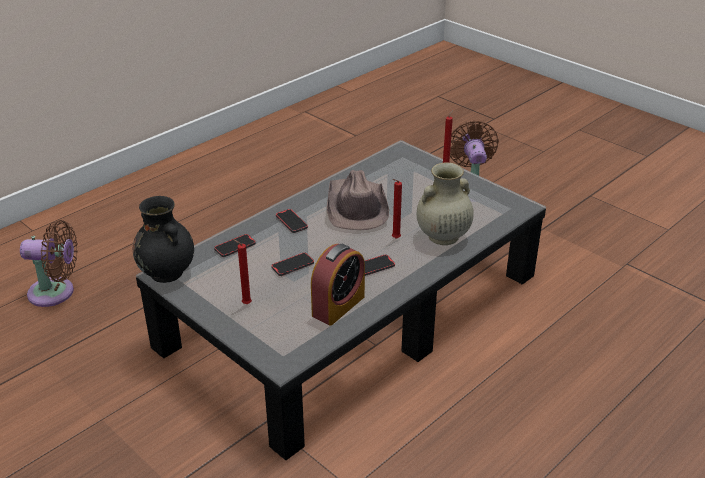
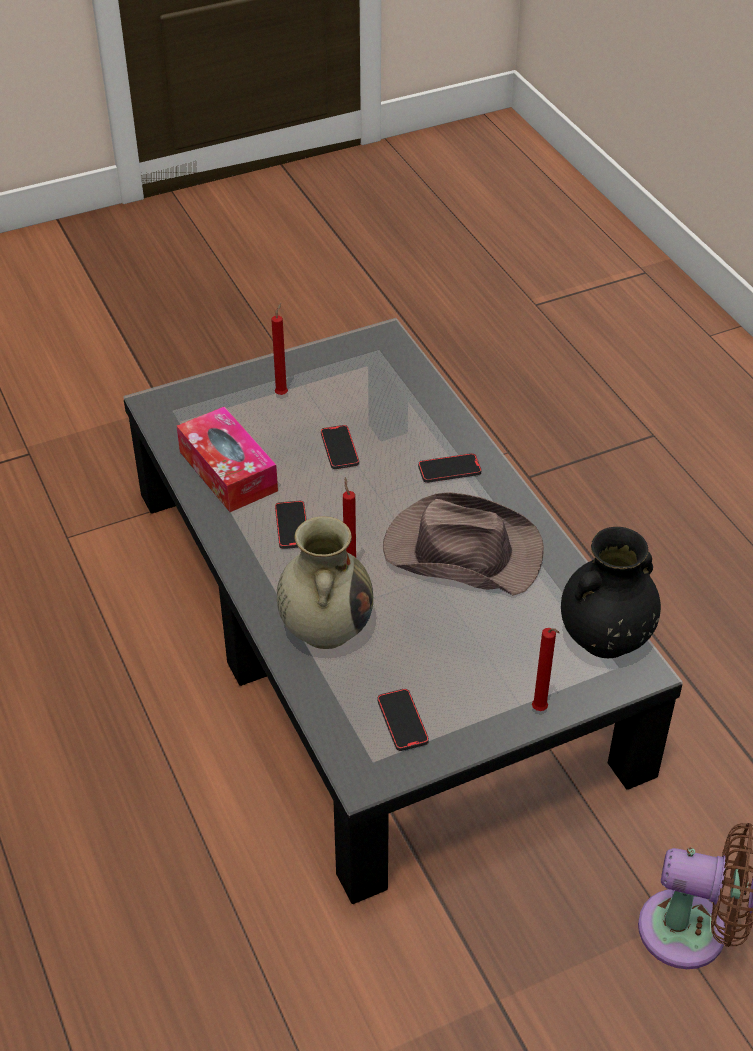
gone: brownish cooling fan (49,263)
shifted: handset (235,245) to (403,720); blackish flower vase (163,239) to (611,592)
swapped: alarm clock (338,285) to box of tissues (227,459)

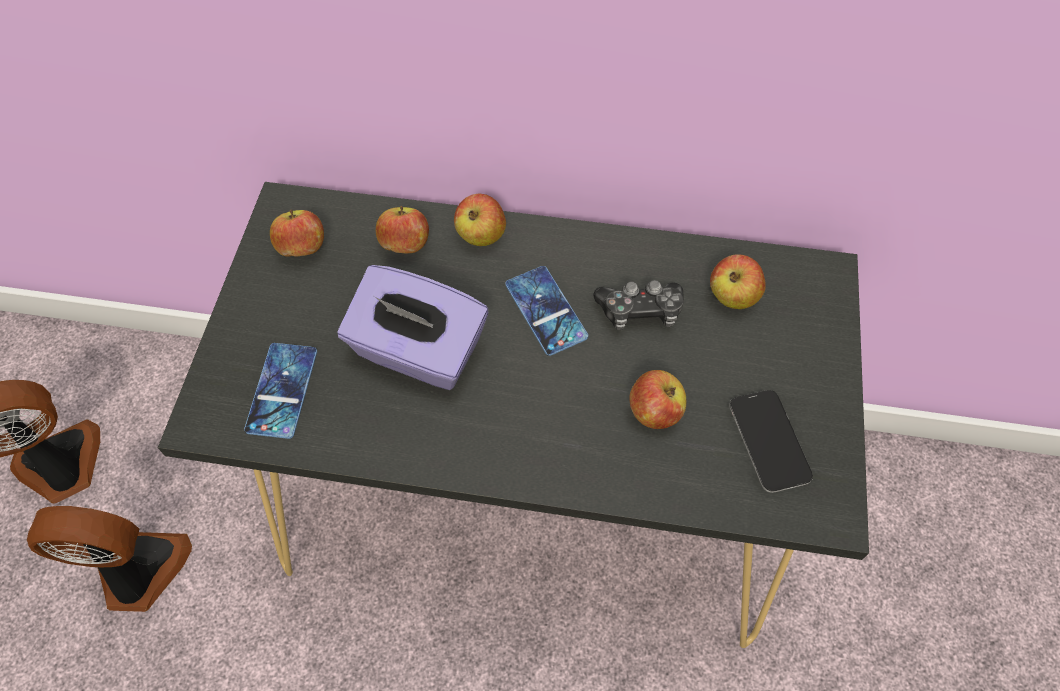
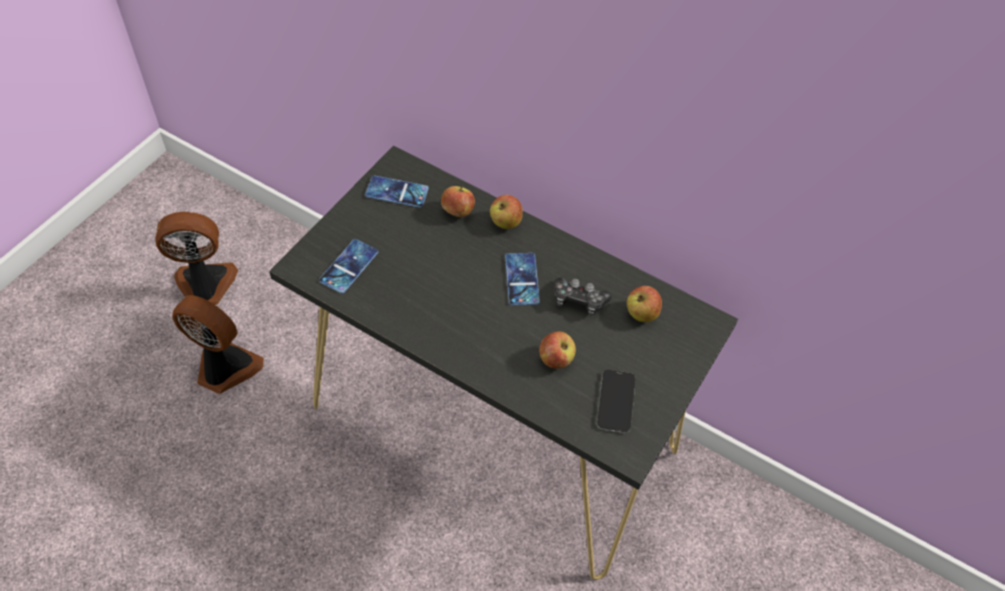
gone: purplish box of tissues (412,327)
swapped: apple fruit (297,233) to handset (397,191)

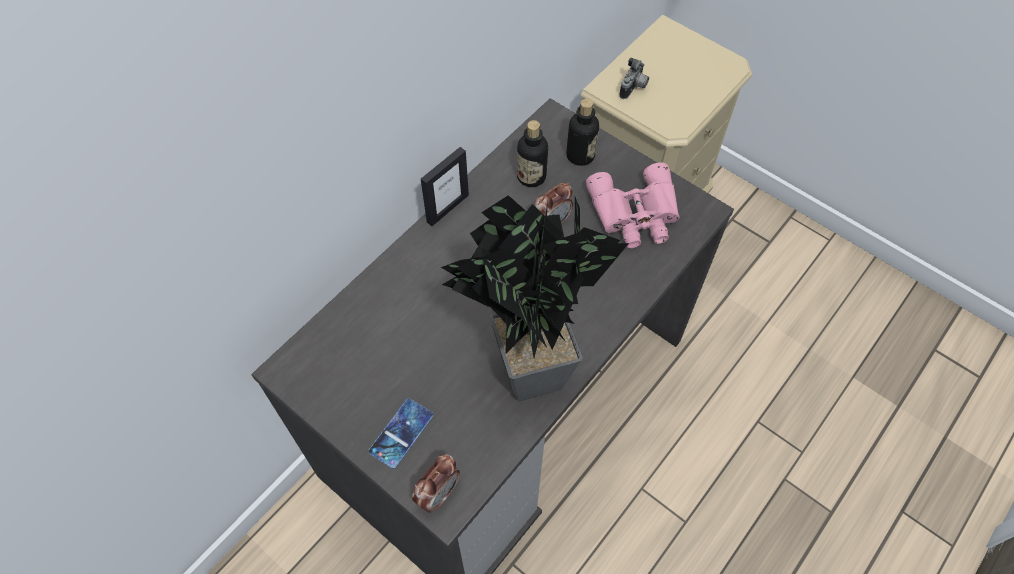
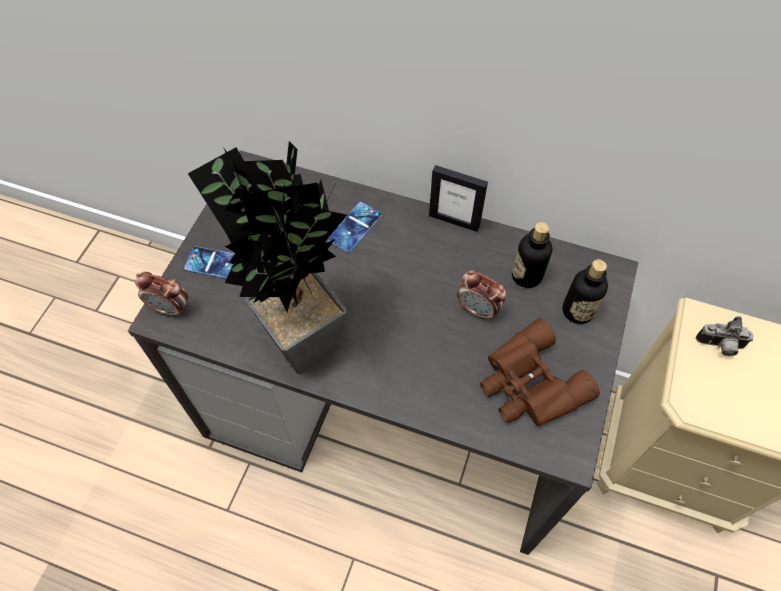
new: handset (354,227)
repainted: pink field glasses (632,205) to brownish field glasses (540,372)

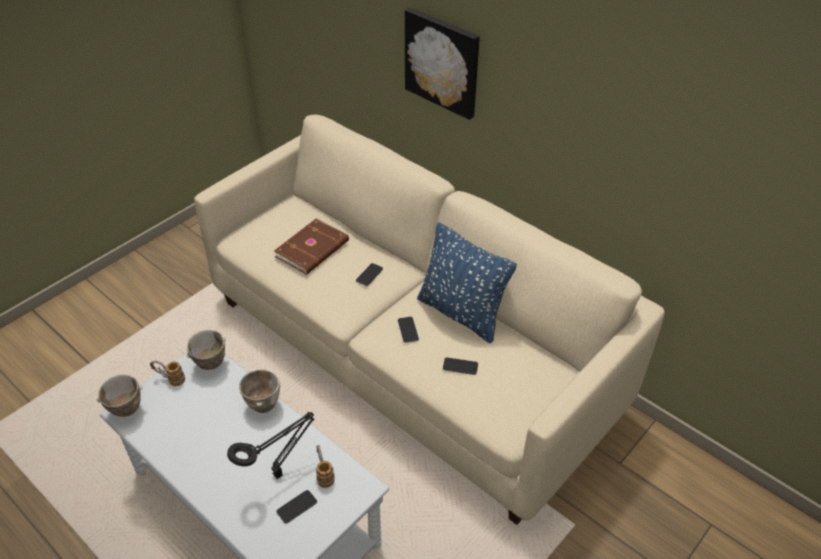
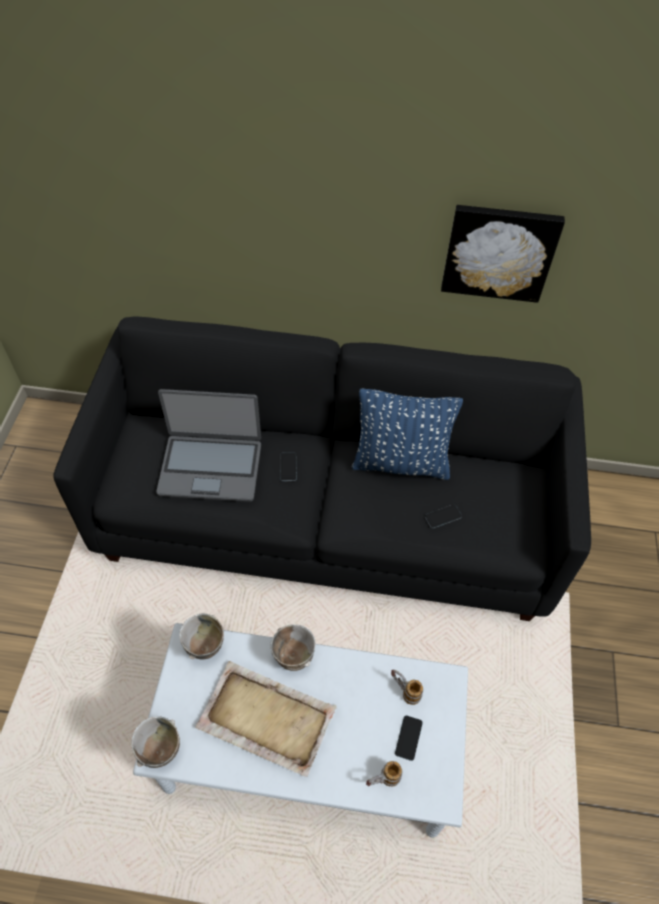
gone: blackish lamp for a table (270,445); handset (408,330)
new: beige carrying tray (266,719)
shifted: tea mug (167,373) to (384,774); wall art (442,64) to (503,254)
swapped: brownish bound book (311,247) to portable computer (208,445)
repainted: beige sofa (429,319) to blackish sofa (322,468)

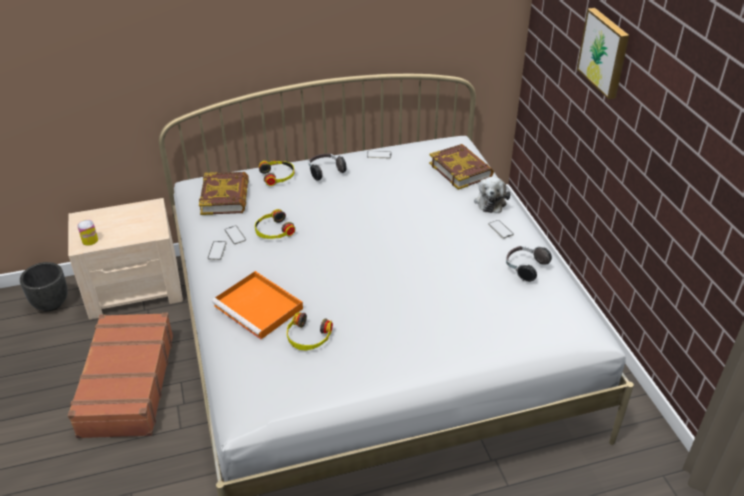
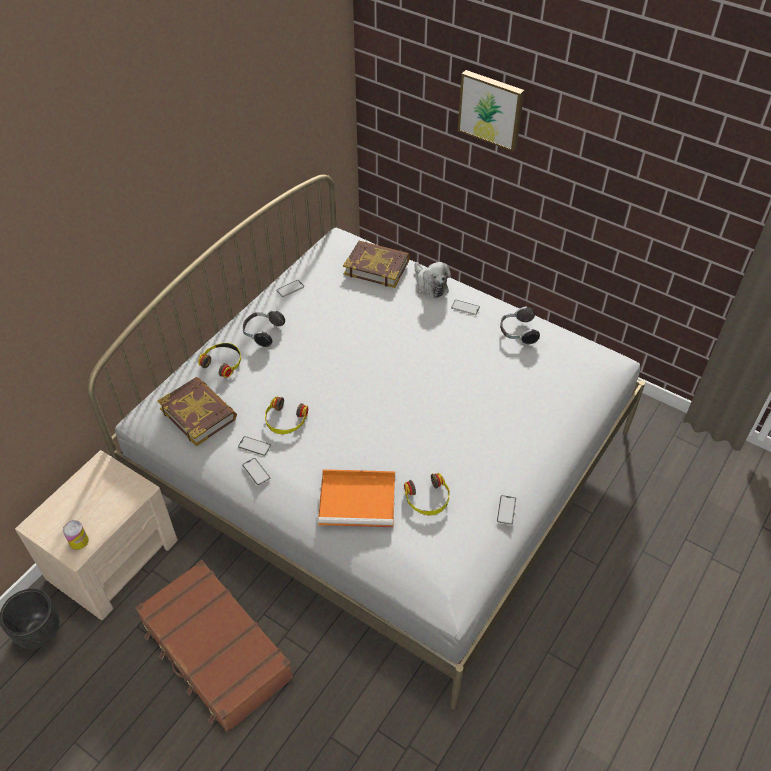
new: handset (506,510)

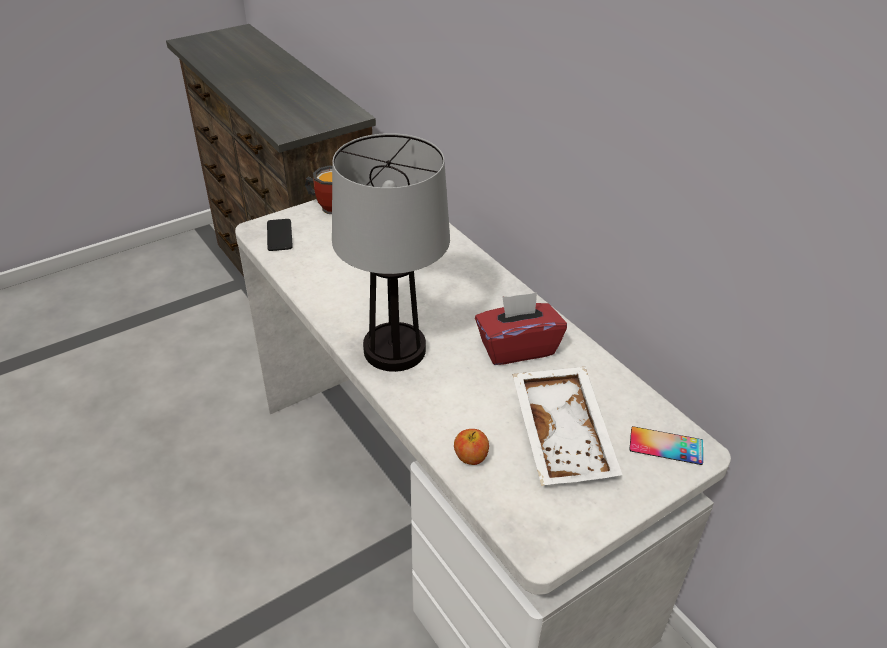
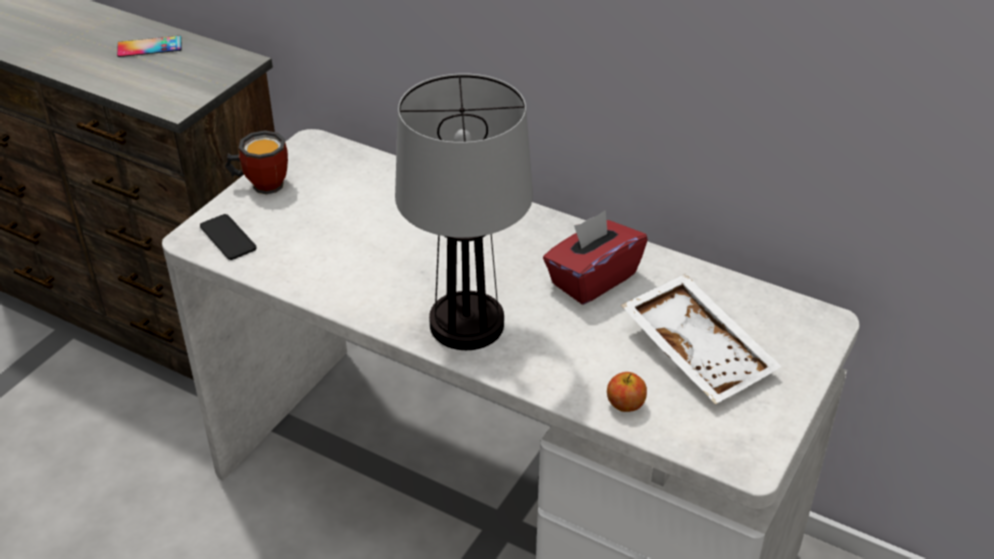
shifted: handset (666,445) to (149,46)

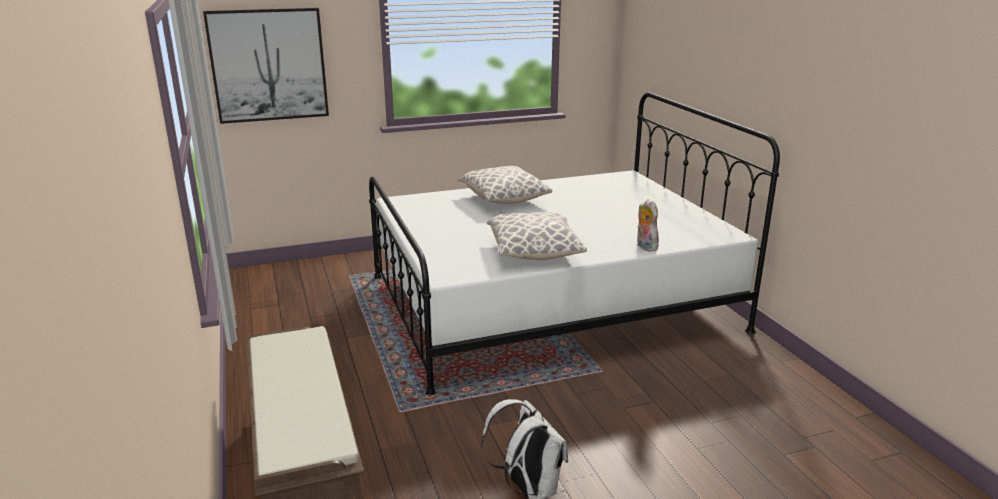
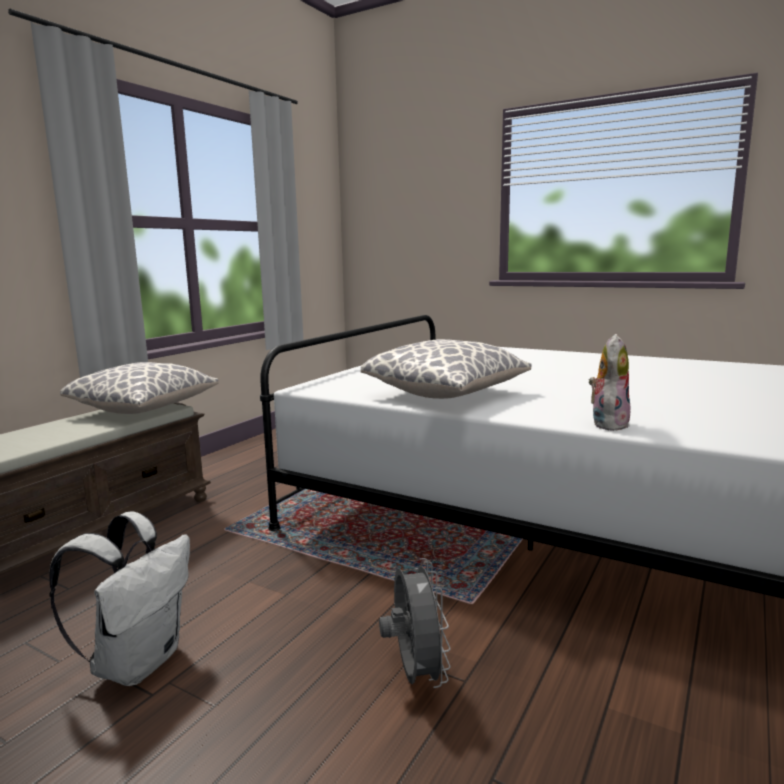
gone: wall art (266,66)
new: grey cooling fan (415,623)
shifted: throw pillow (505,185) to (139,388)

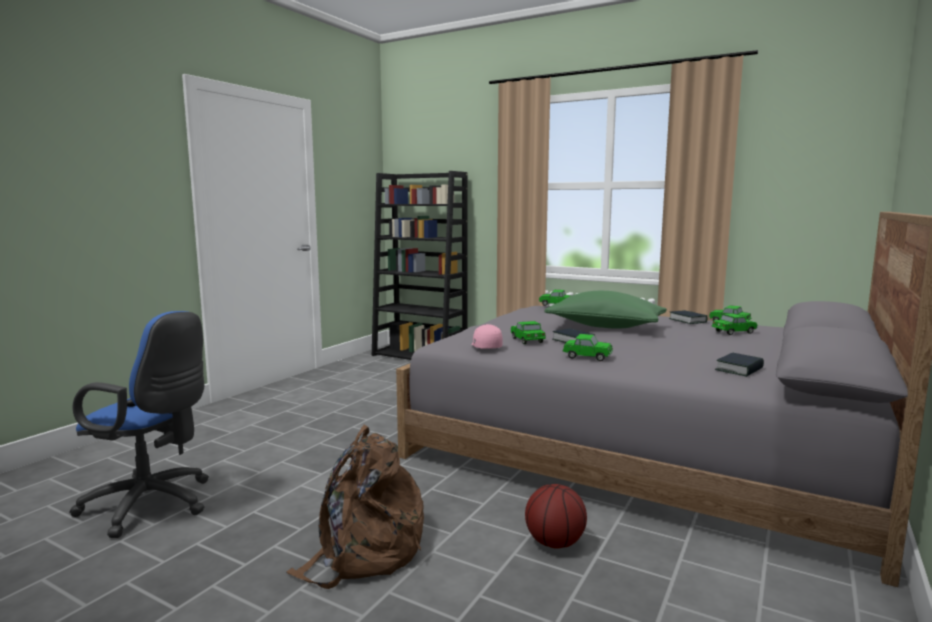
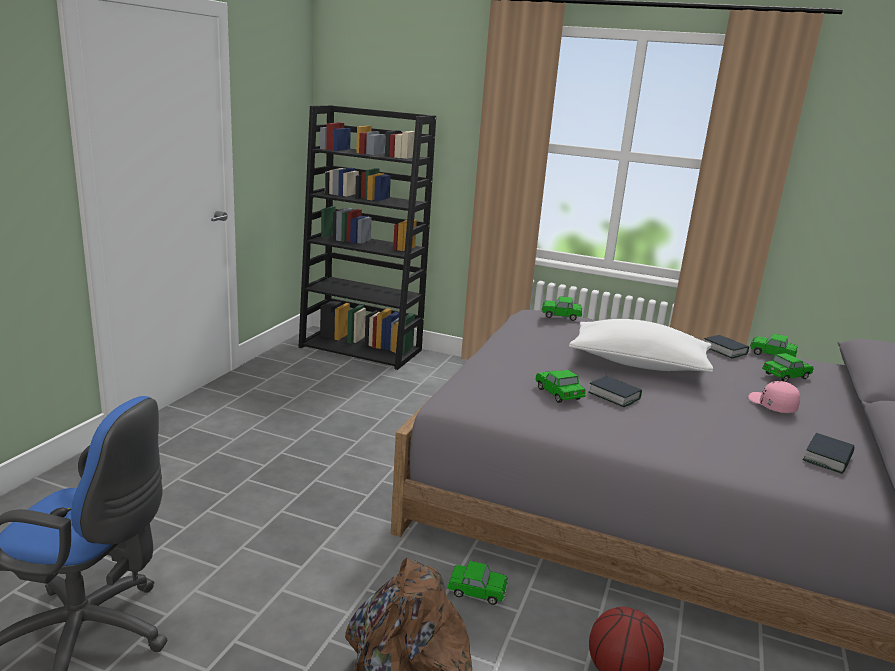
shifted: toy car (588,347) to (477,583); pink baseball cap (487,336) to (774,397)
repainted: green throw pillow (605,310) to white throw pillow (641,346)

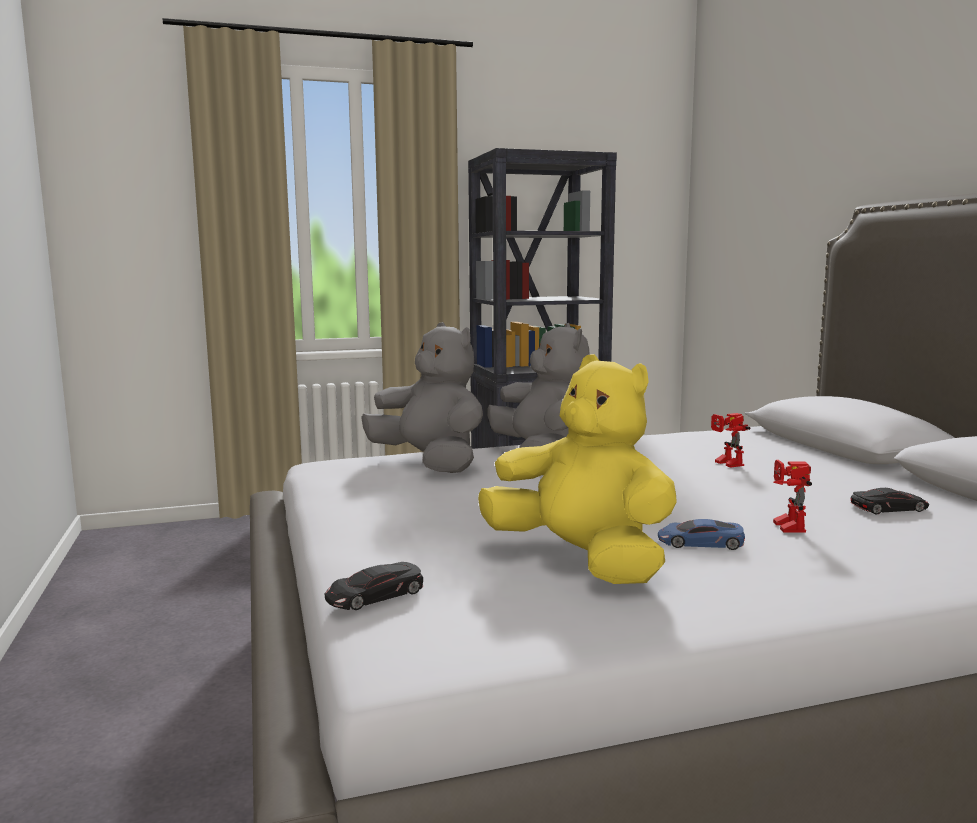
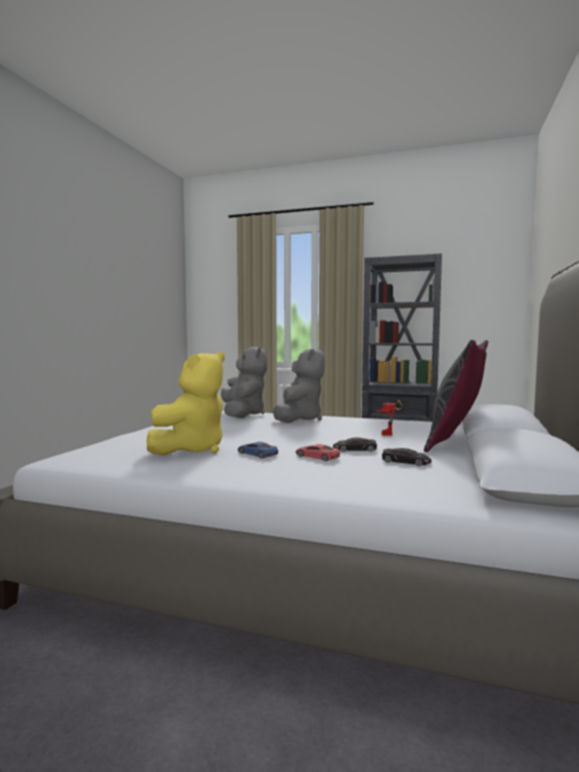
new: grey throw pillow (456,396)
shifted: blackish toy car (374,586) to (355,444)
swapped: toy robot (792,496) to reddish toy car (317,452)
rotated: yellow-coloured plush toy (577,469) = (185,403) 45 degrees clockwise

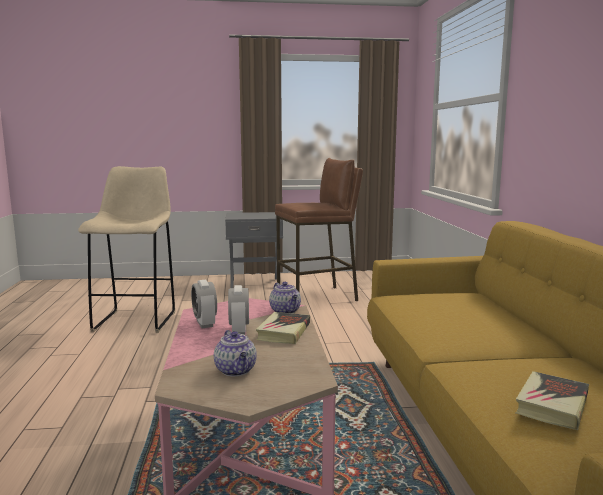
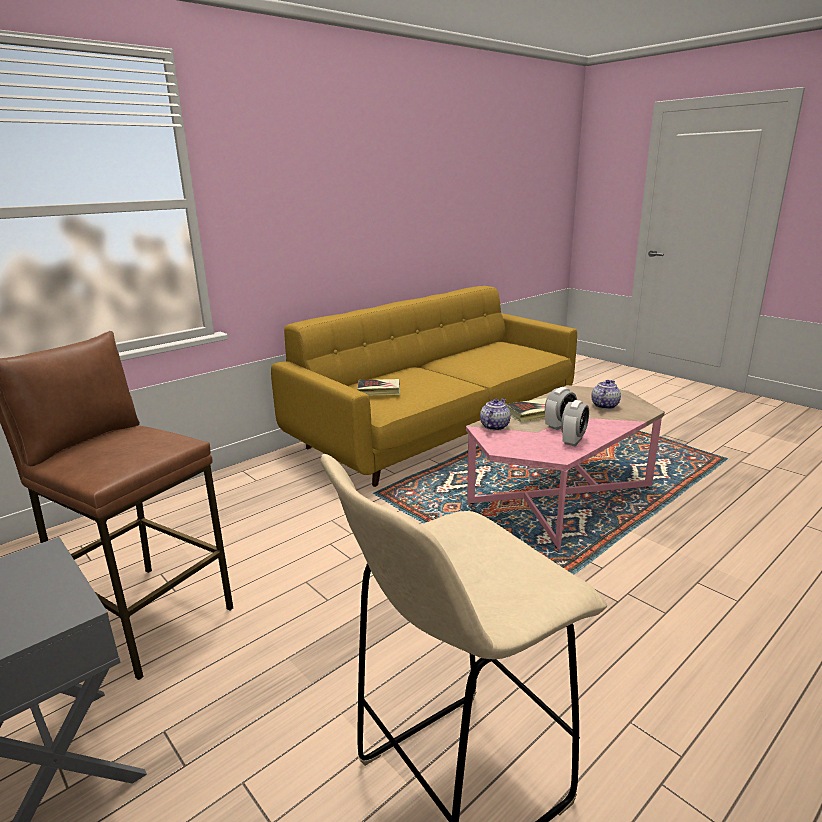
shifted: bound book (552,400) to (378,387)

